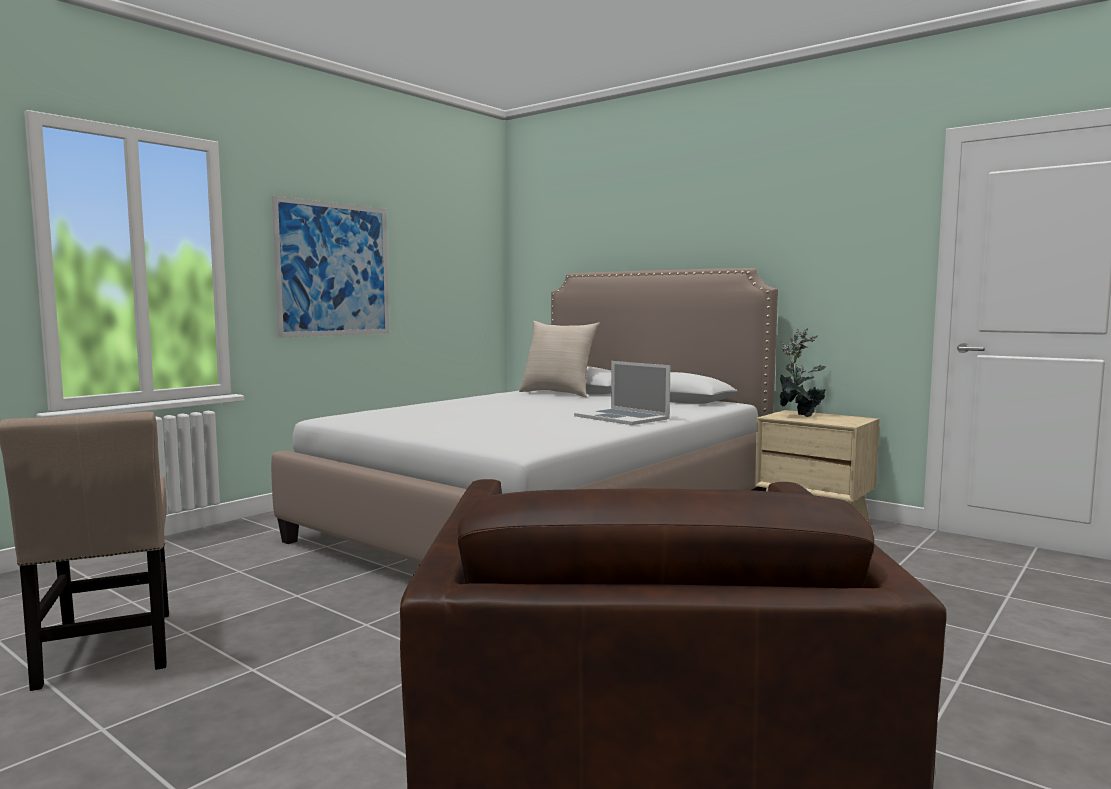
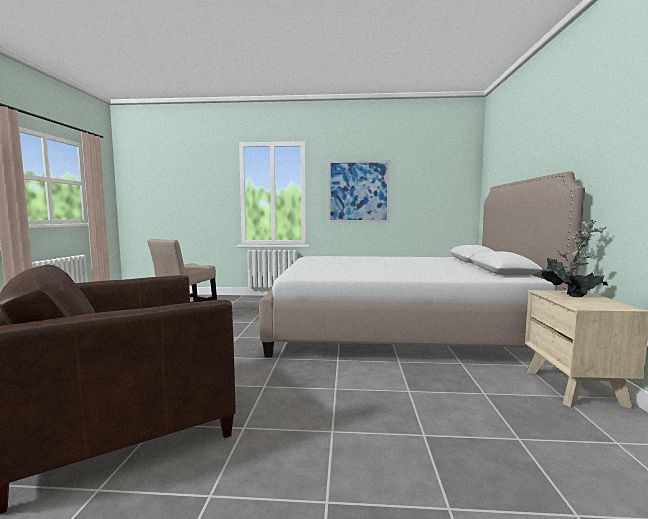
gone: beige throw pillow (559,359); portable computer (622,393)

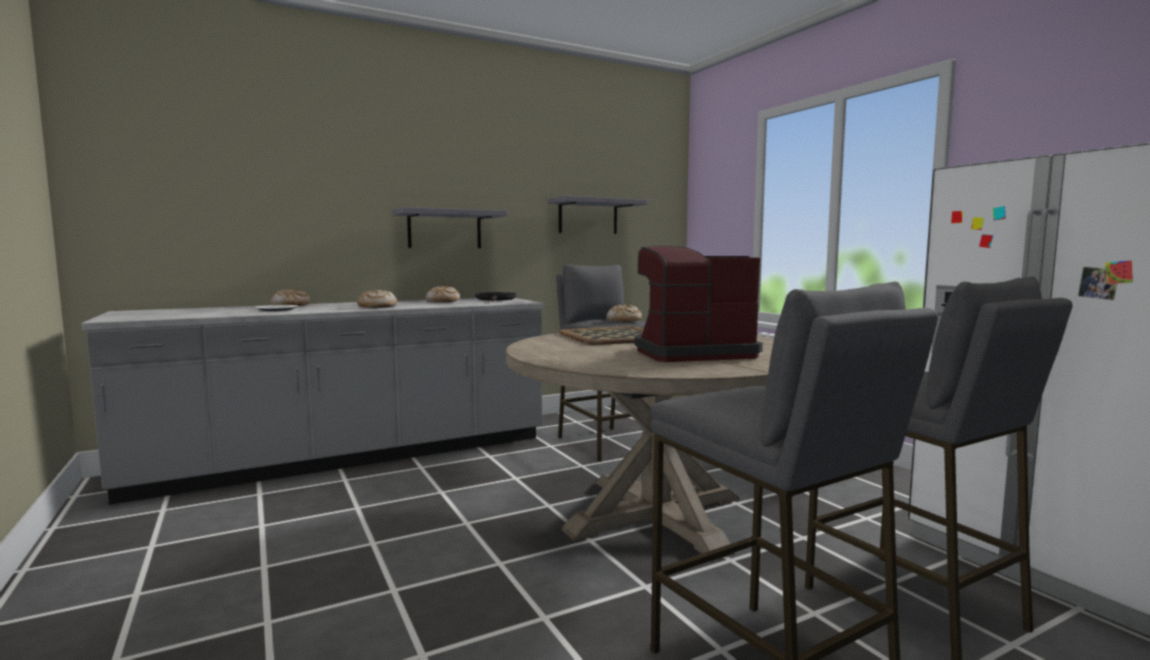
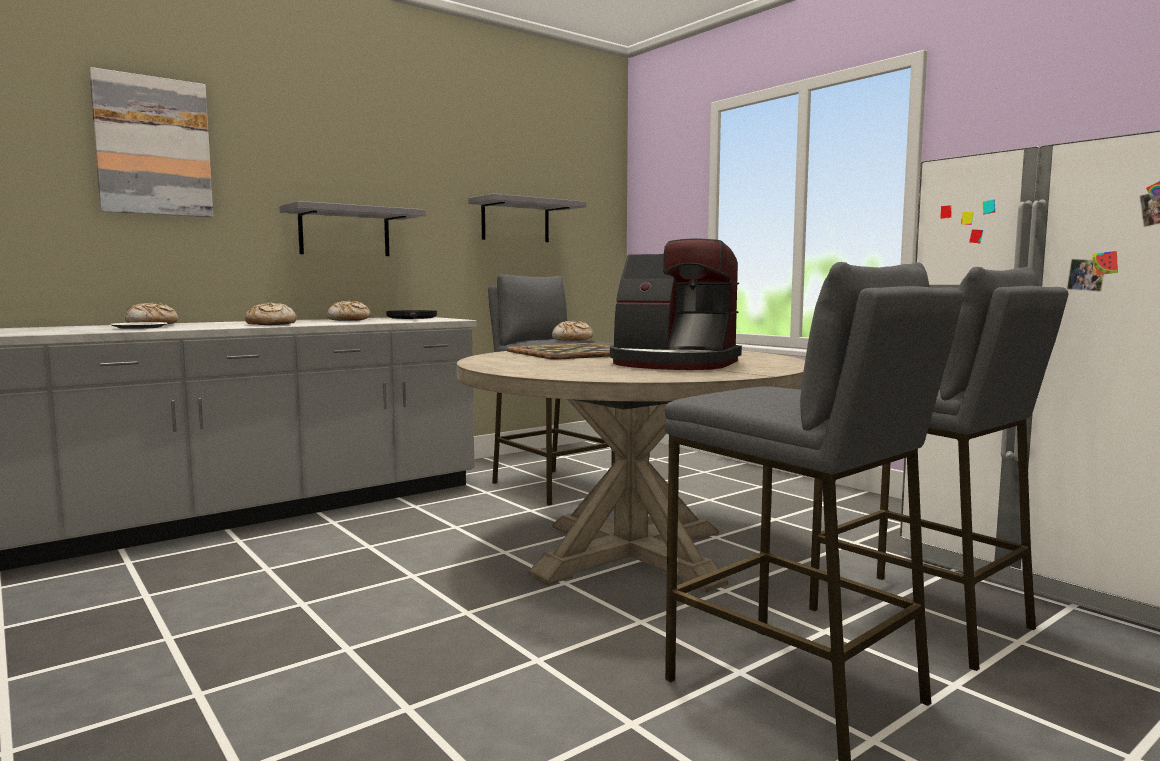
new: wall art (151,142)
rotated: coffee machine (699,304) = (676,304) 135 degrees counterclockwise

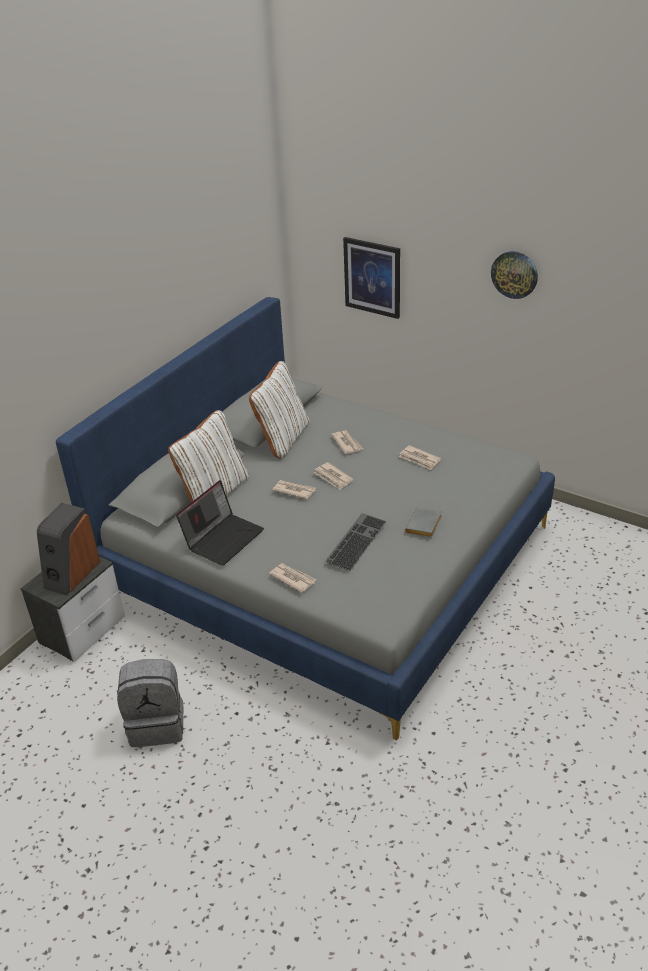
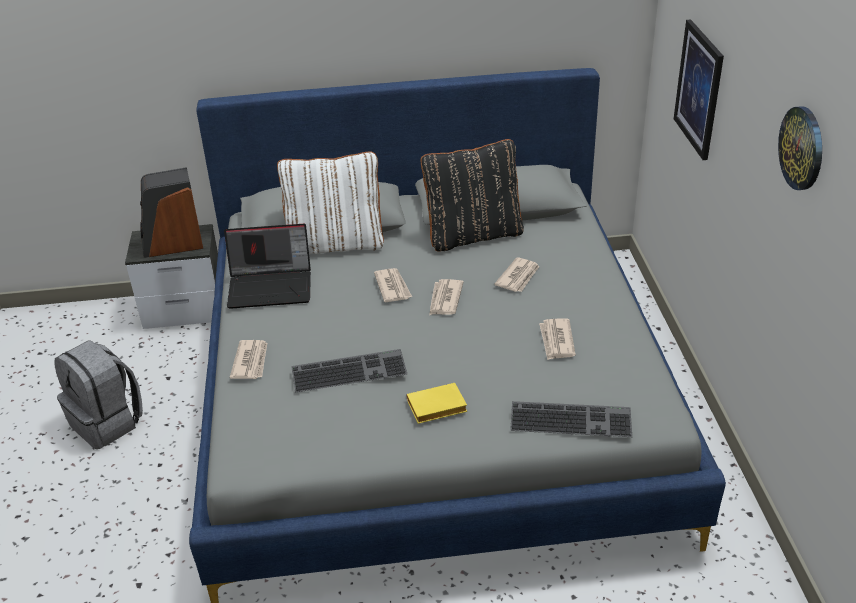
new: keyboard (571,419)
repainted: grey bound book (423,522) to yellow-coloured bound book (437,403); white throw pillow (279,410) to blackish throw pillow (472,195)

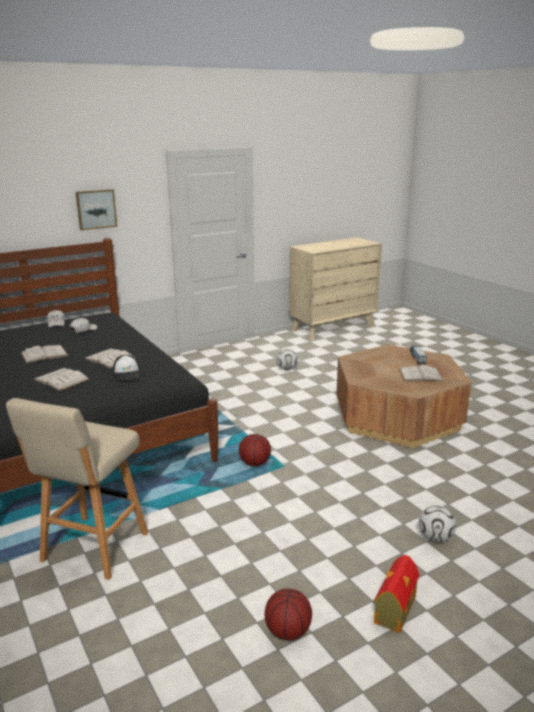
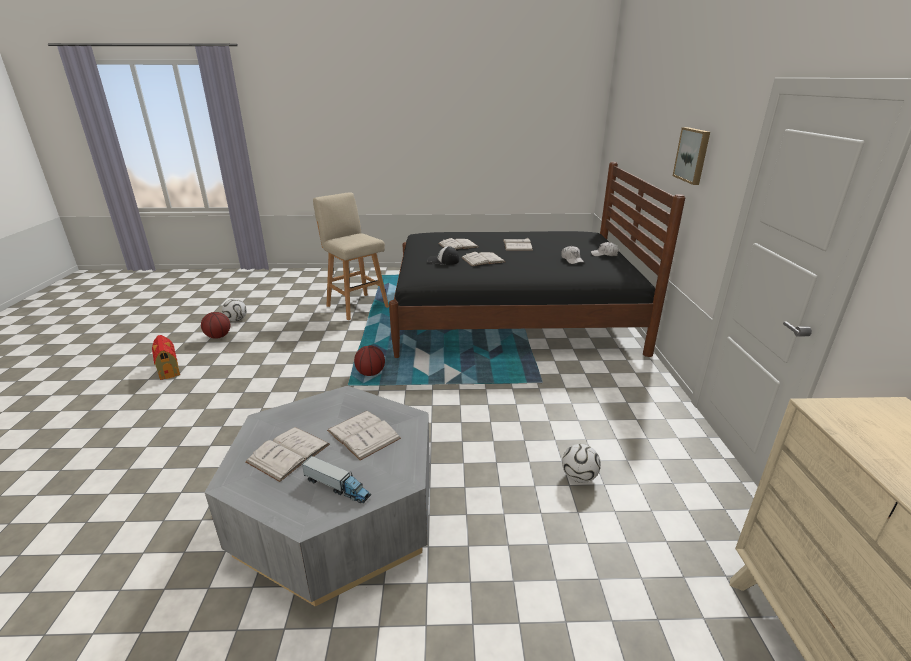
new: white bound book (364,436)
shifted: ball for football (437,523) to (234,310)
repainted: brownish coffee table (404,396) to grey coffee table (317,496)

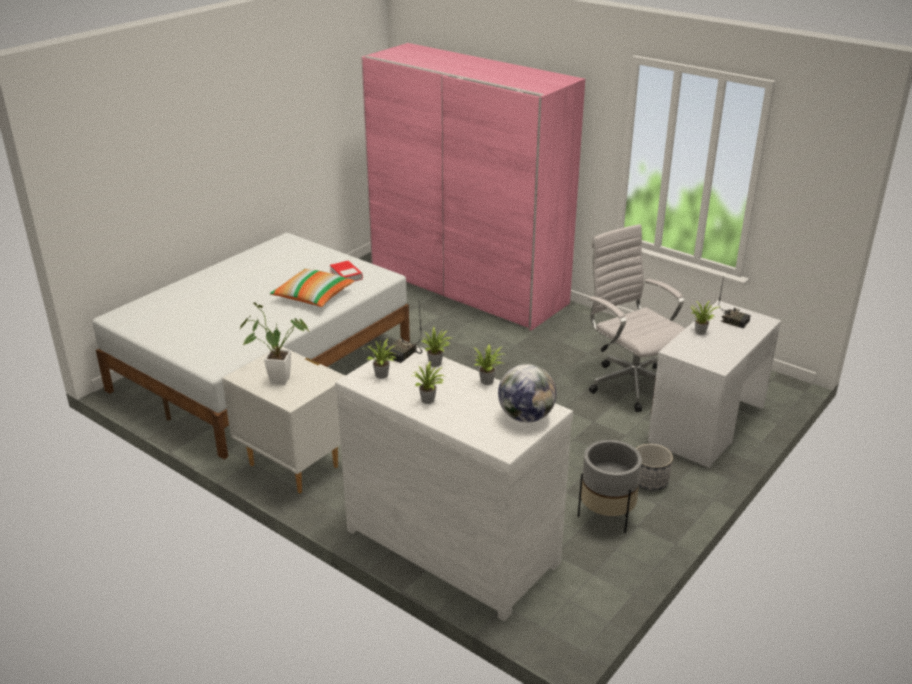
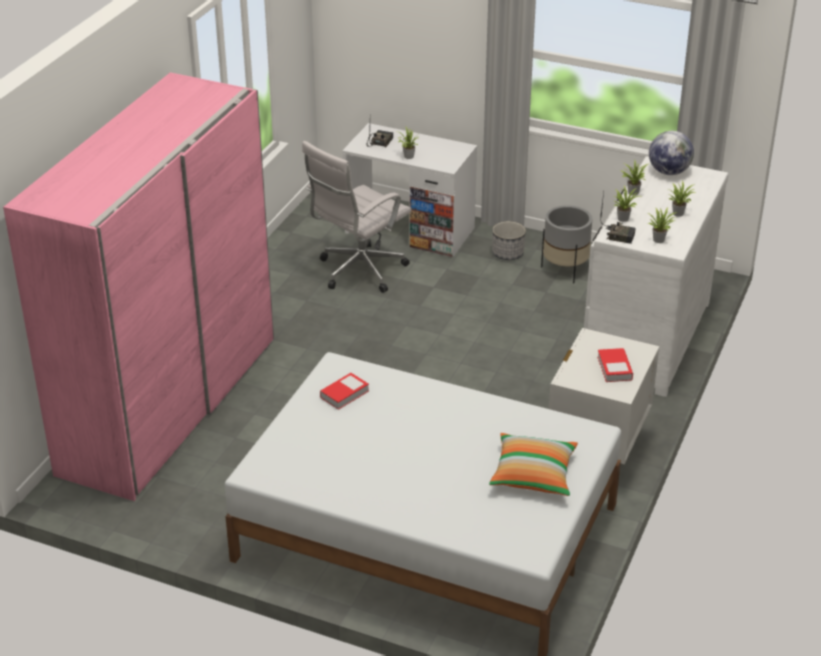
shifted: throw pillow (312,288) to (533,464)
swapped: houseplant (274,343) to bound book (615,365)

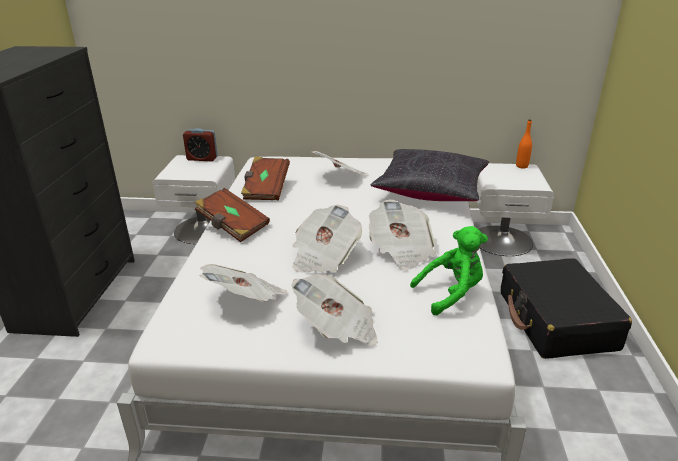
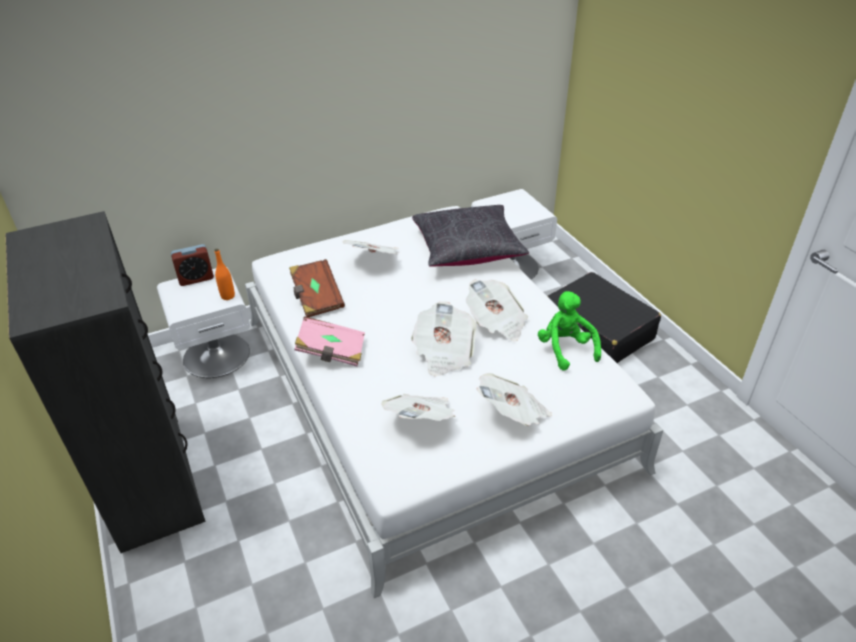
shifted: orange bottle (524,144) to (225,274)
repainted: brownish bound book (232,215) to pink bound book (329,341)
rotated: green plush toy (449,270) = (569,331) 60 degrees counterclockwise

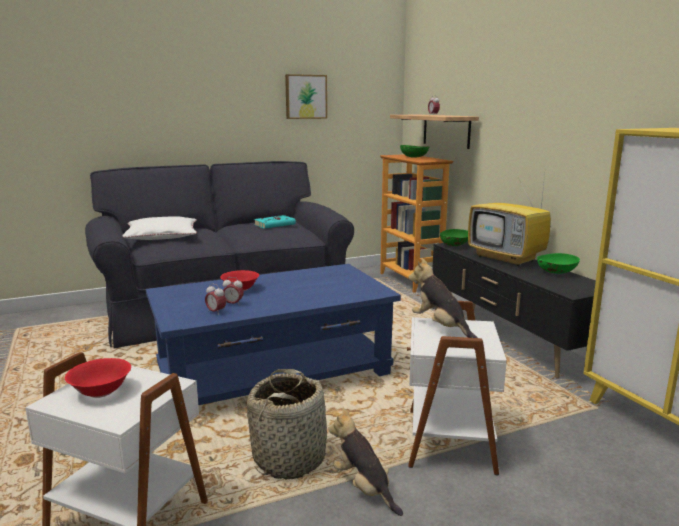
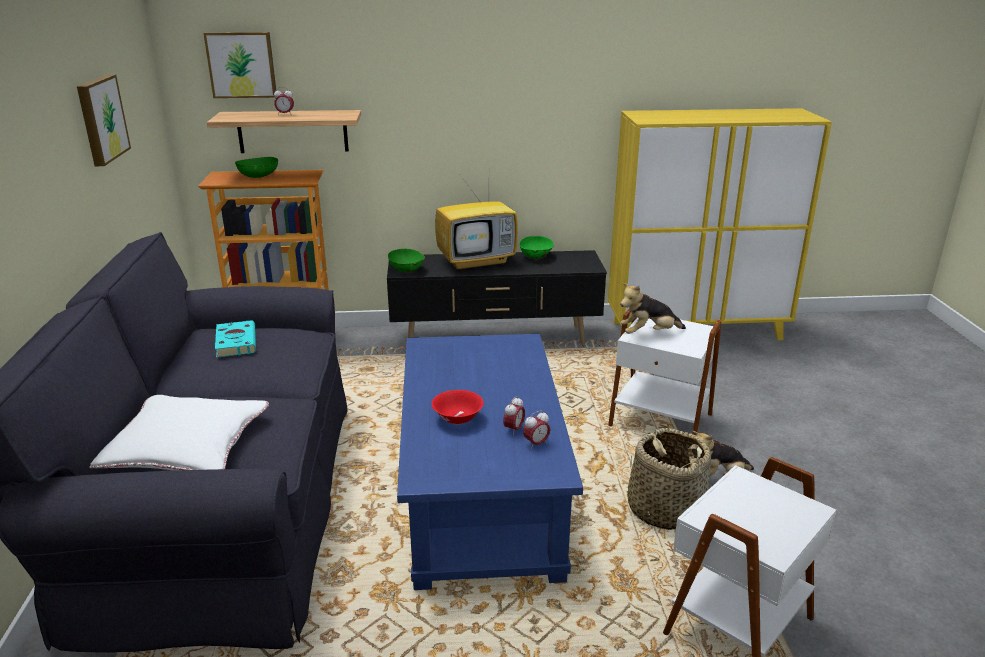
gone: reddish bowl (98,378)
new: wall art (240,65)

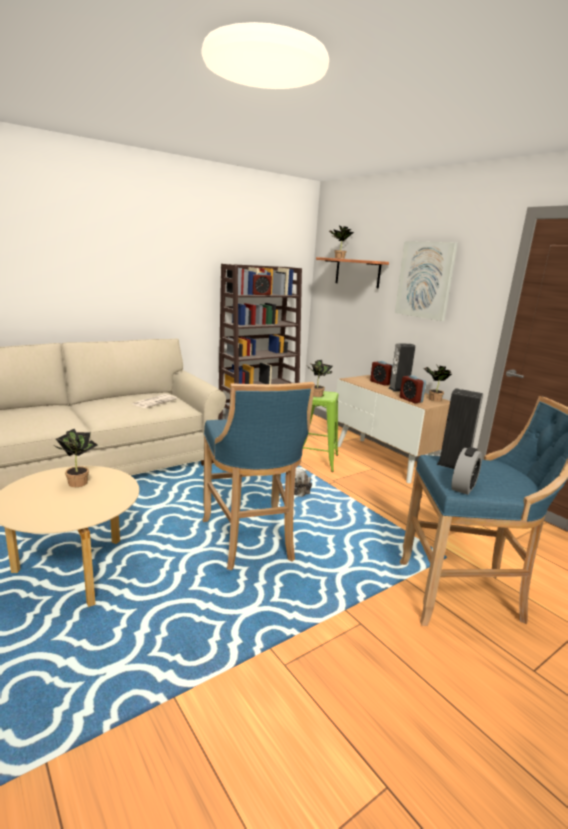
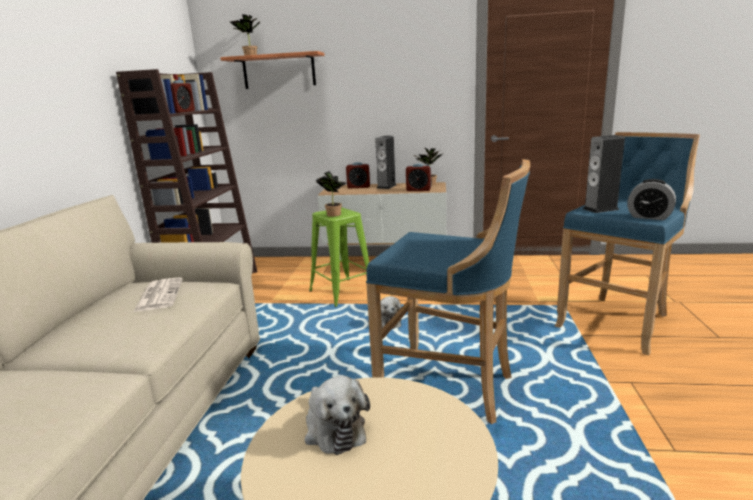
gone: wall art (426,281)
swapped: houseplant (76,458) to plush toy (337,415)
rotated: alarm clock (467,471) = (651,199) 135 degrees clockwise

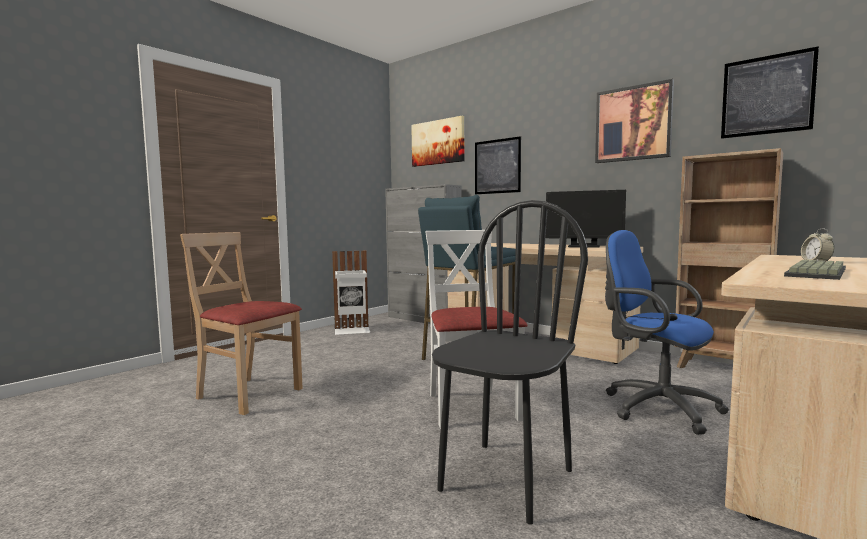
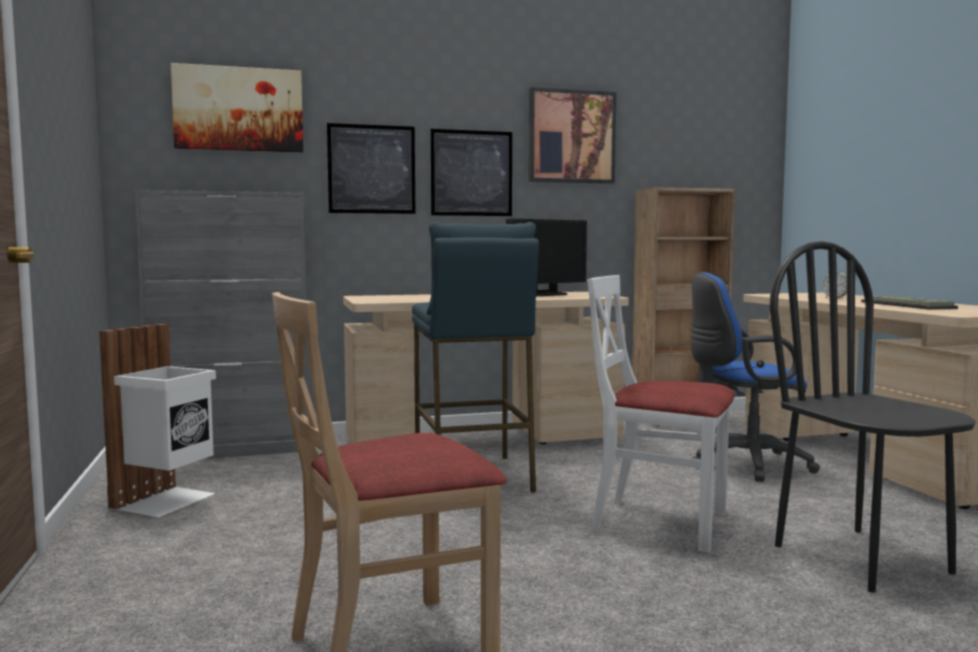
shifted: wall art (770,92) to (471,172)

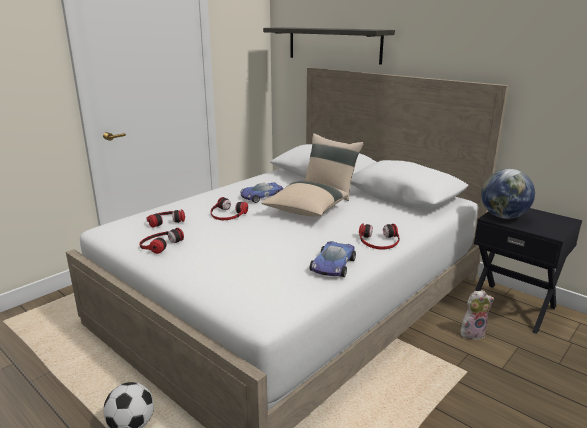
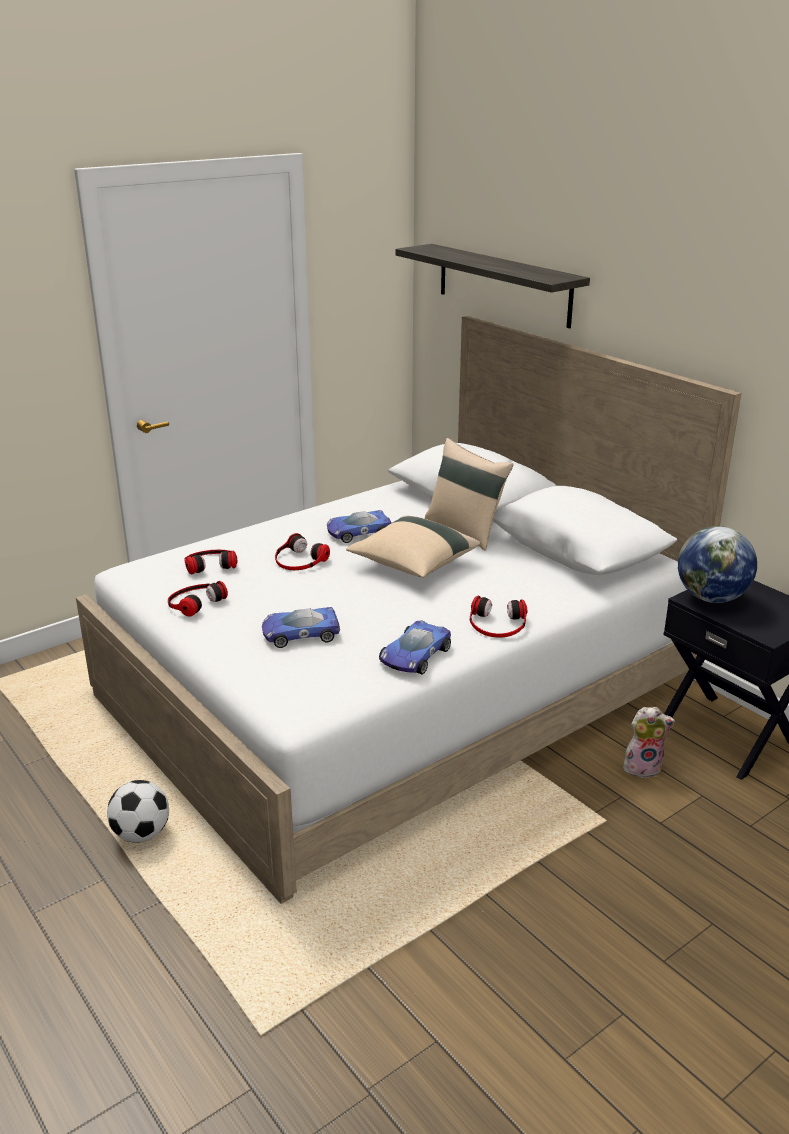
new: toy car (301,627)

